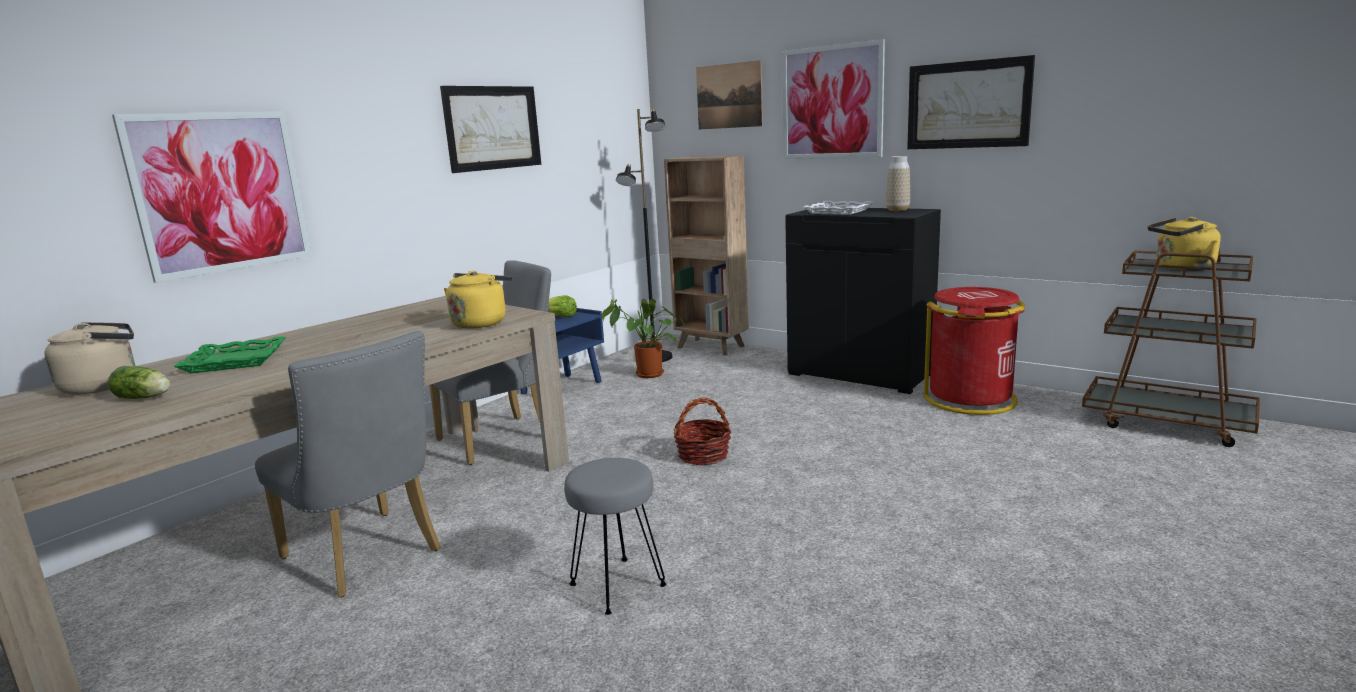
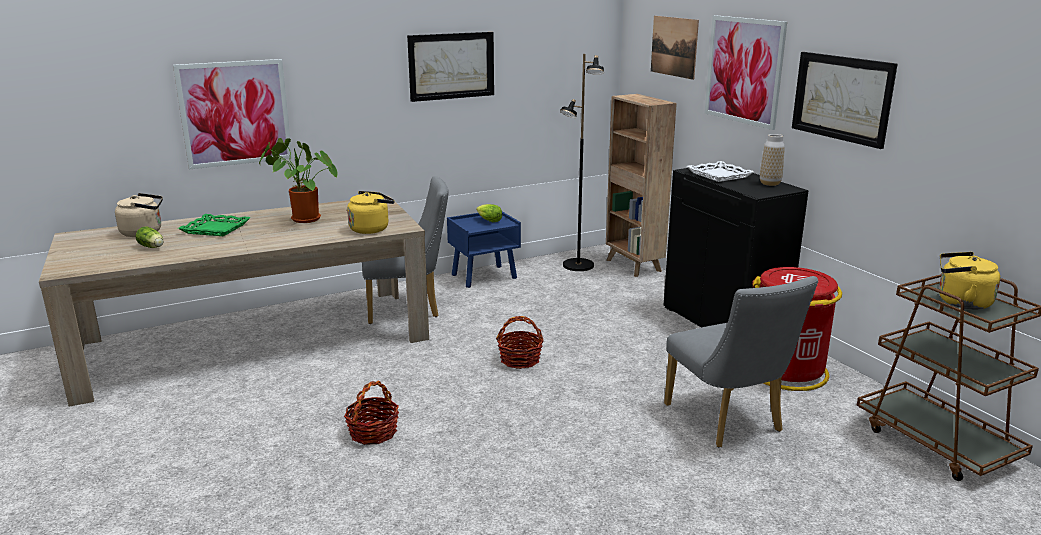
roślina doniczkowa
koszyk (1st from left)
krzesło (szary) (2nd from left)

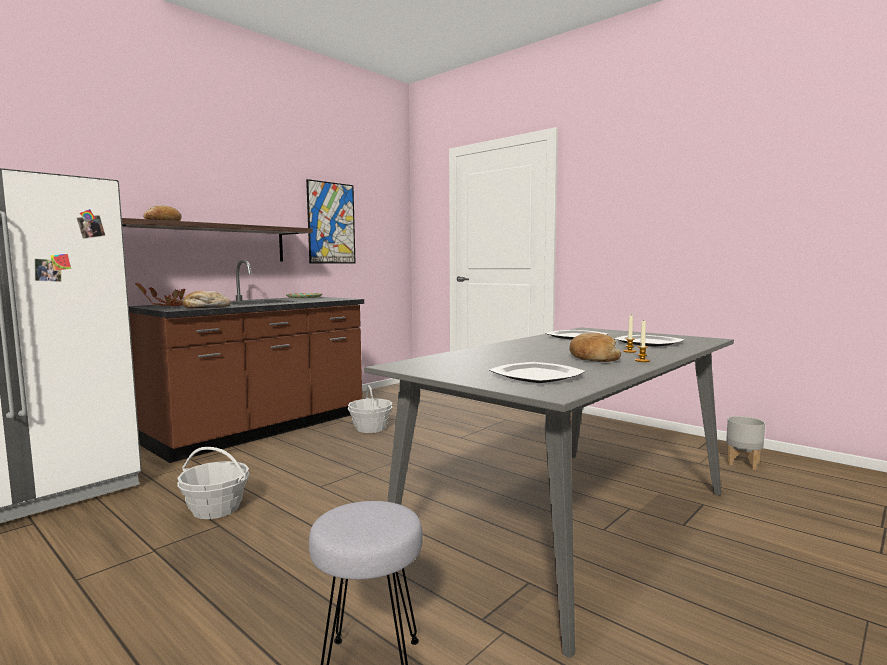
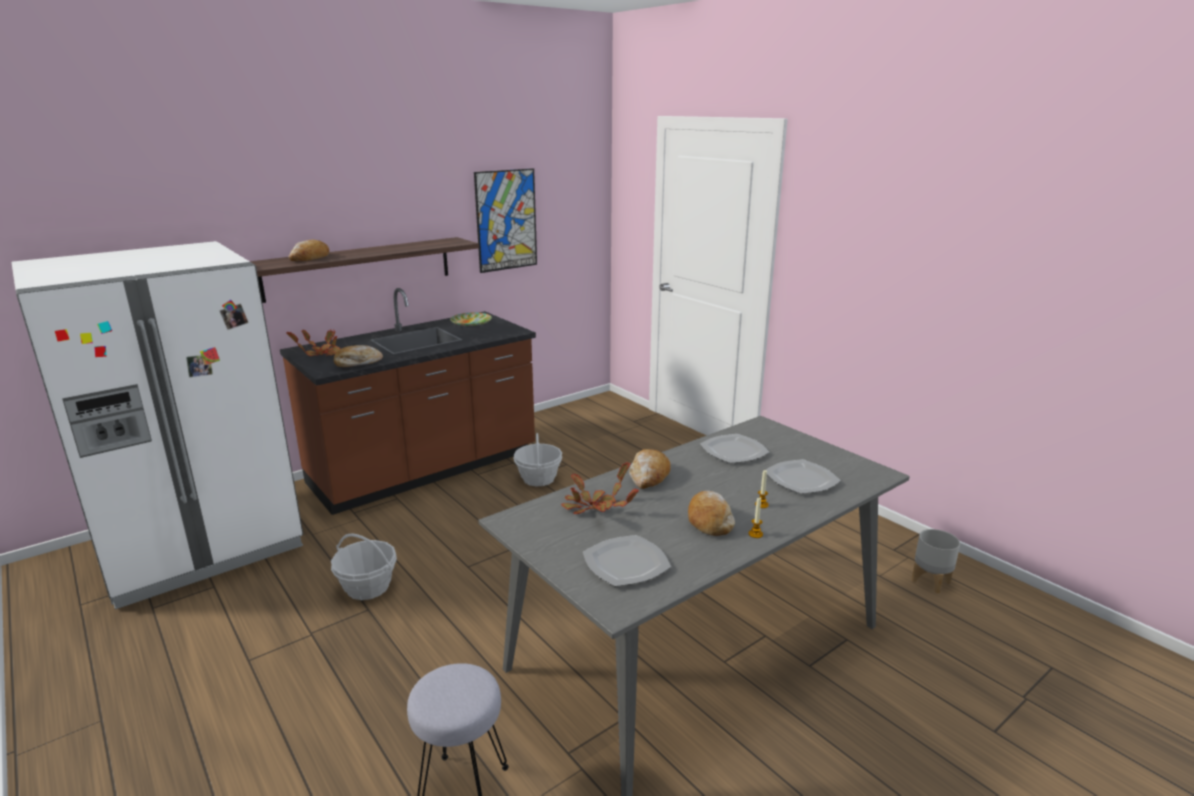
roślina doniczkowa (2nd from left)
chleb (3rd from left)

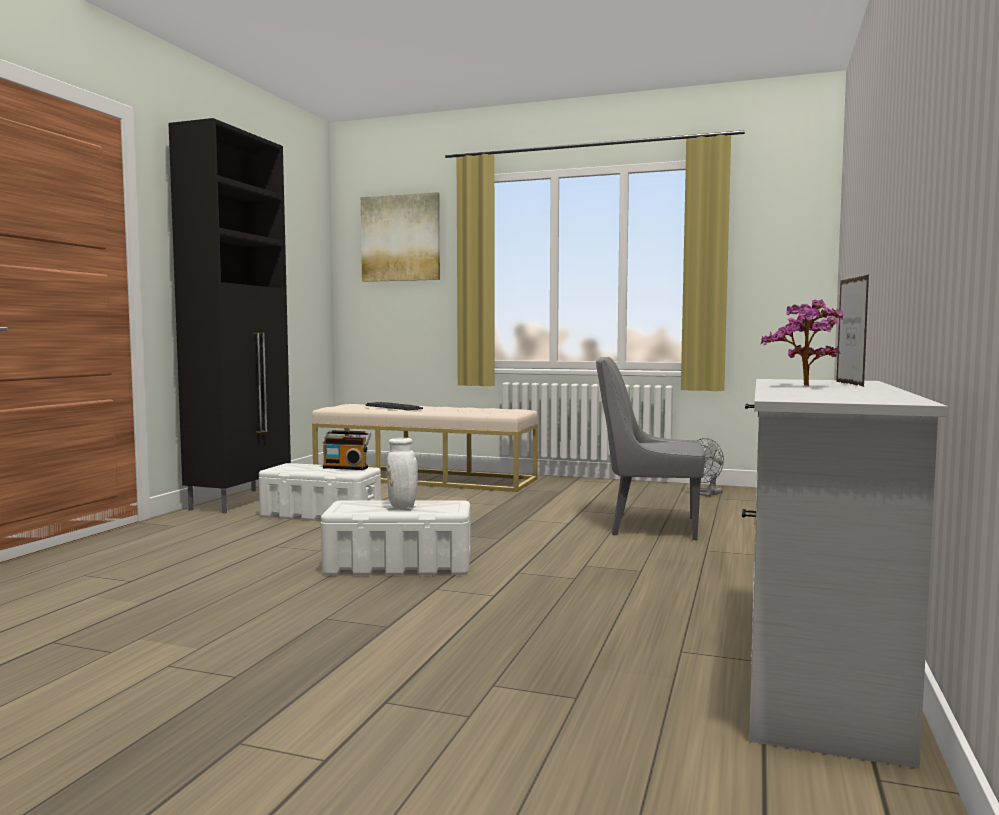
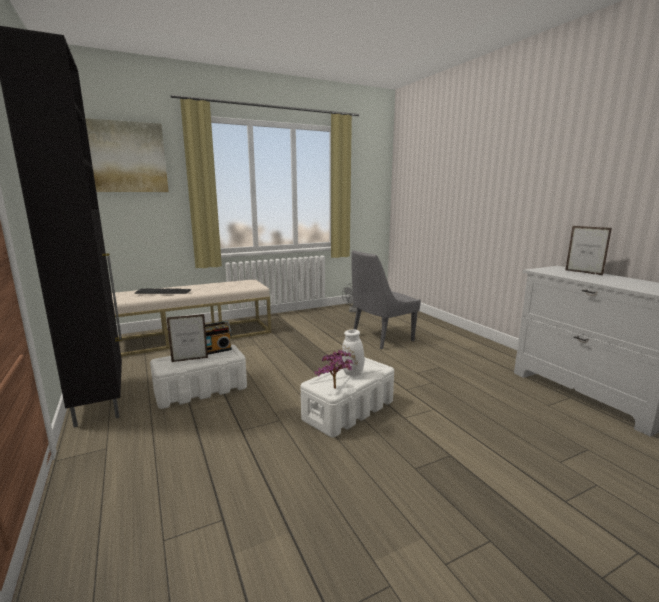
ramka na zdjęcie (1st from left)
roślina doniczkowa

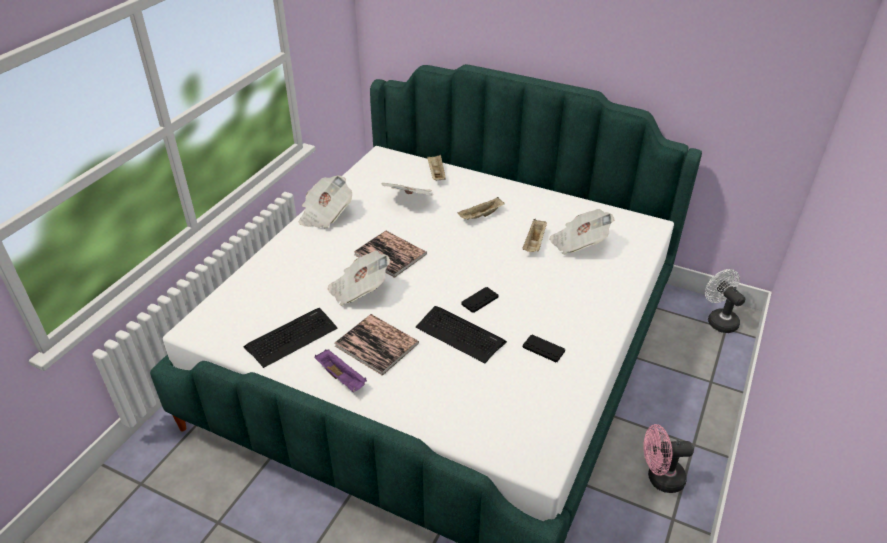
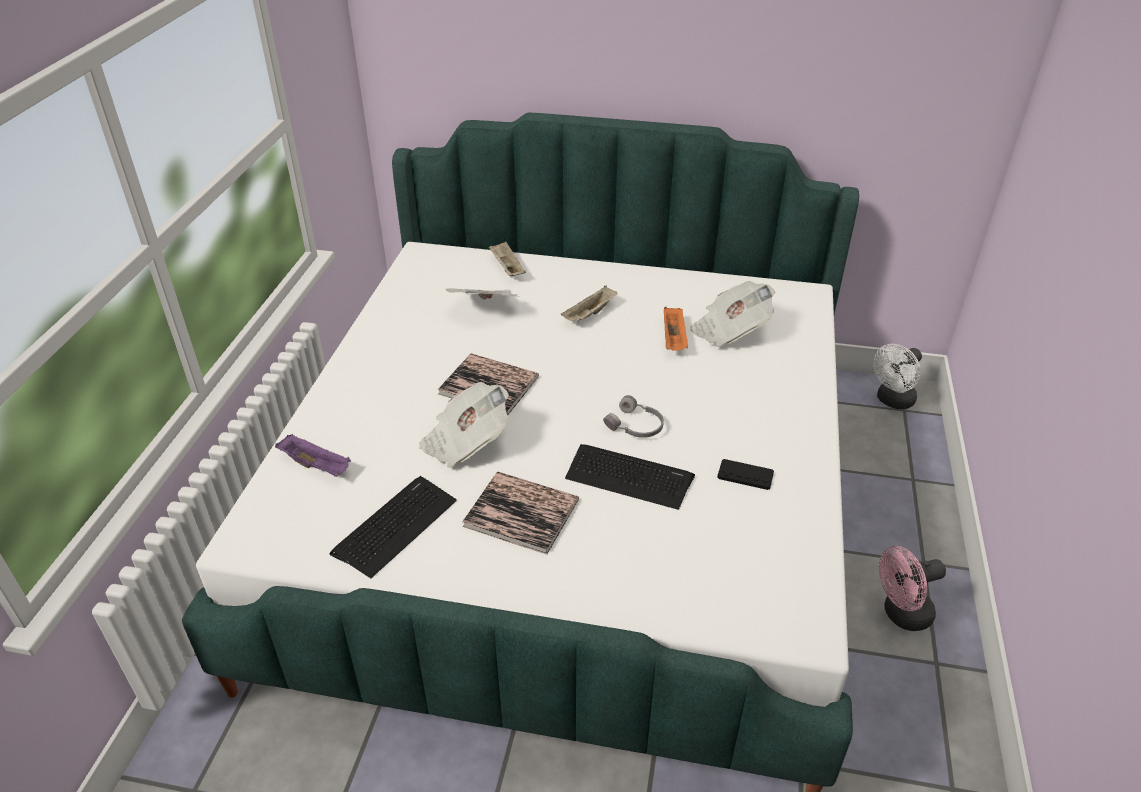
taca (fioletowy)
słuchawki (szary)
taca (pomarańczowy)
wentylator (biały)
gazeta (1st from left in the first image)

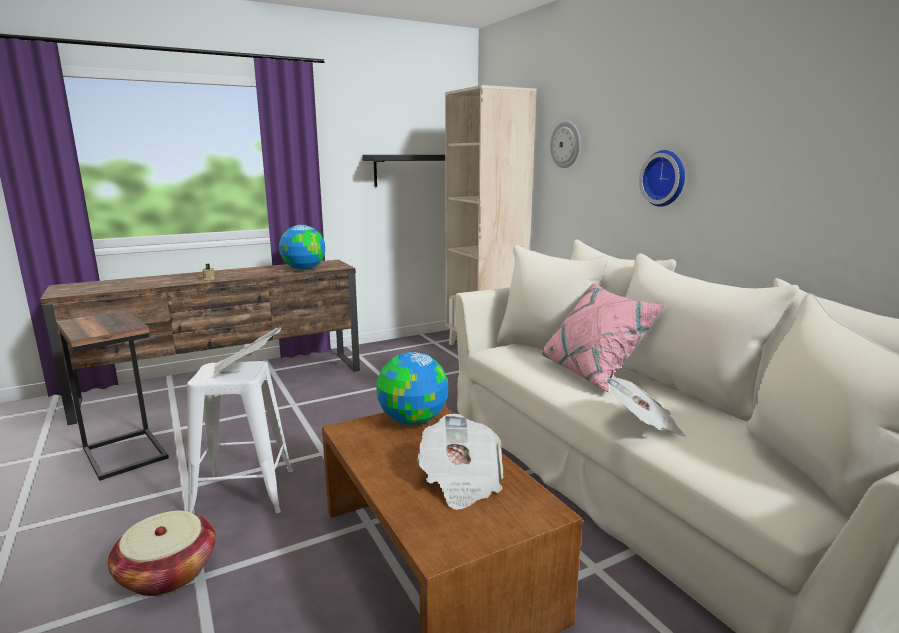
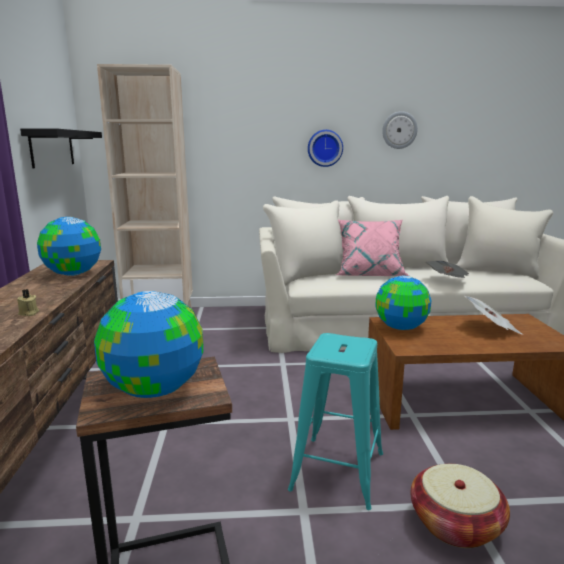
globus (2nd from left)
stołek (turkusowy)
zegar ścienny (2nd from left)
gazeta (1st from left in the first image)

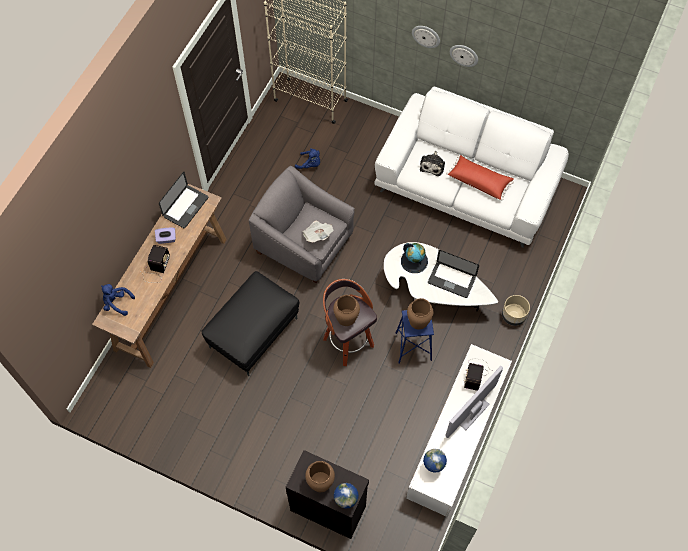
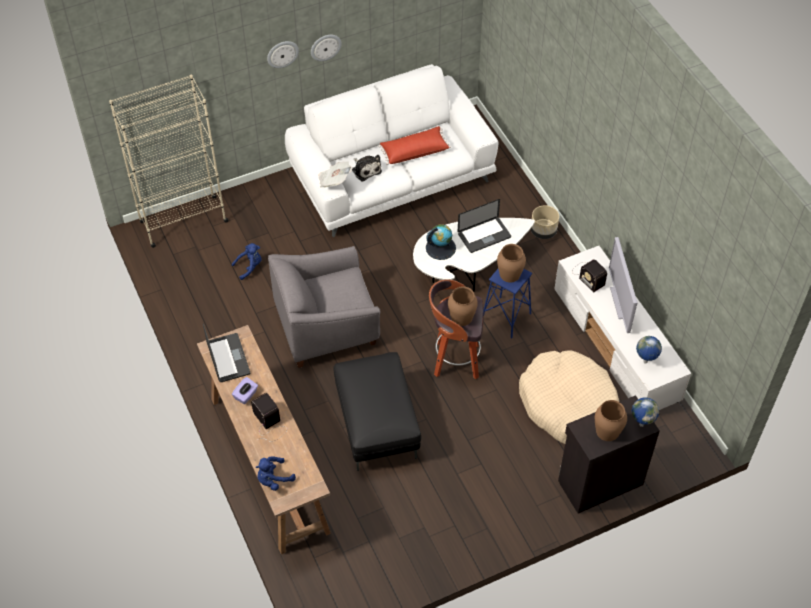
gazeta
legowisko (beżowy)

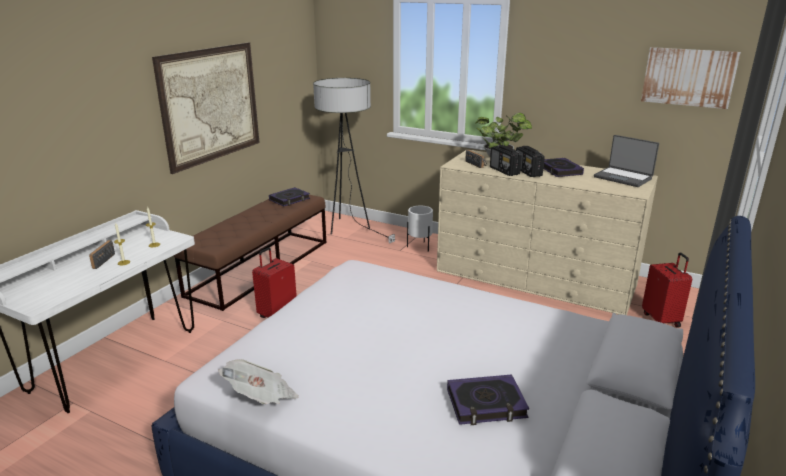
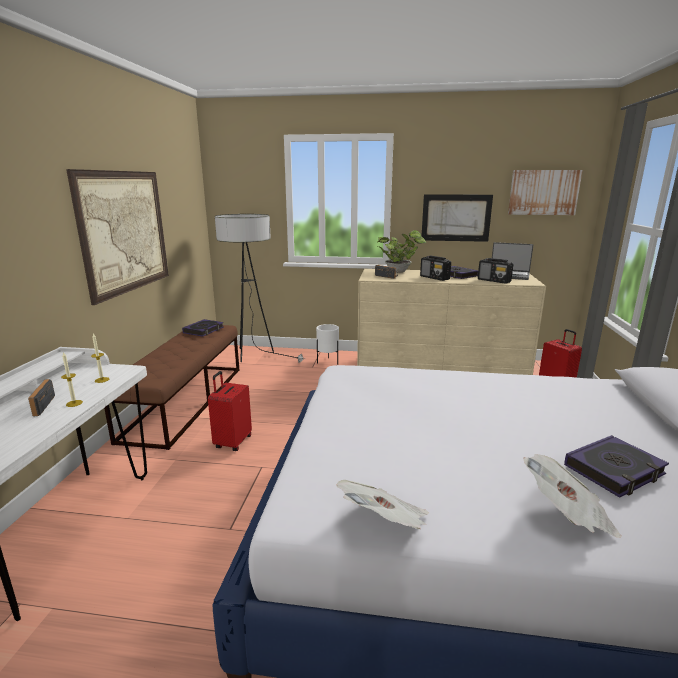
obraz (2nd from left)
radio (4th from left)
gazeta (2nd from left)

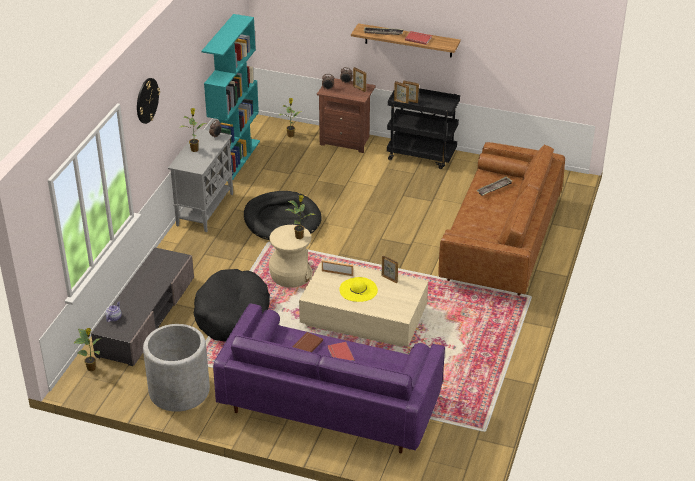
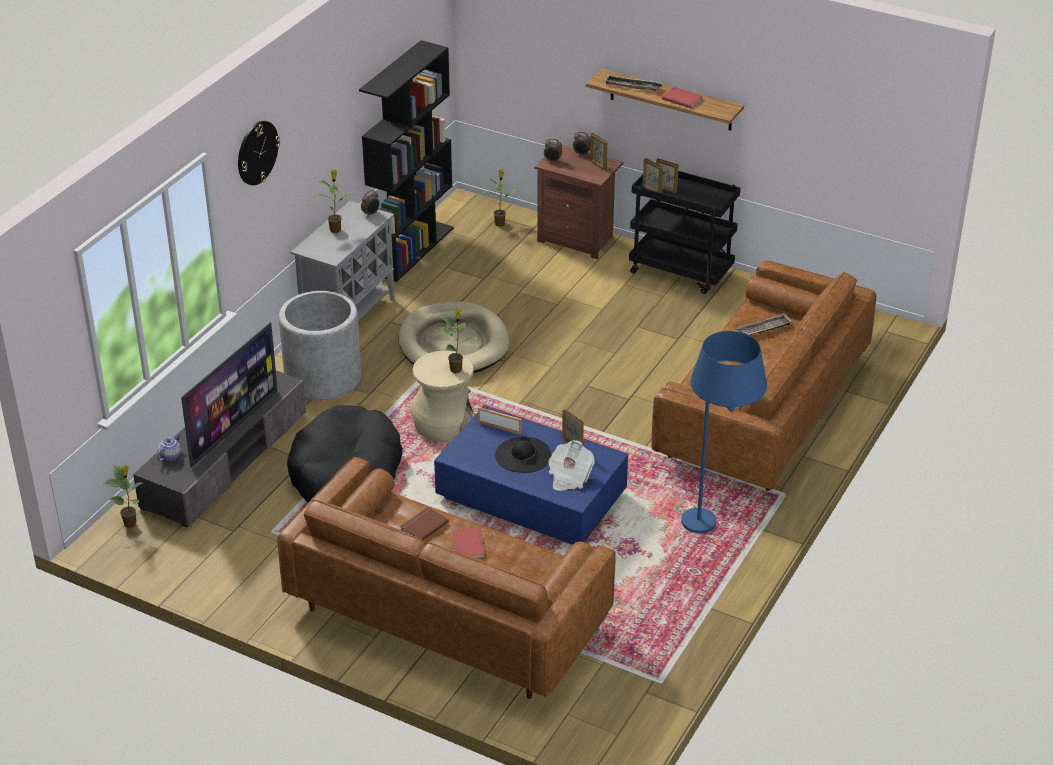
telewizor
kanapa (brązowy) (1st from left)
donica (szary)
regał (czarny)
legowisko (beżowy)
ława (niebieski)
kapelusz (czarny)
gazeta
lampa stojąca (niebieski)

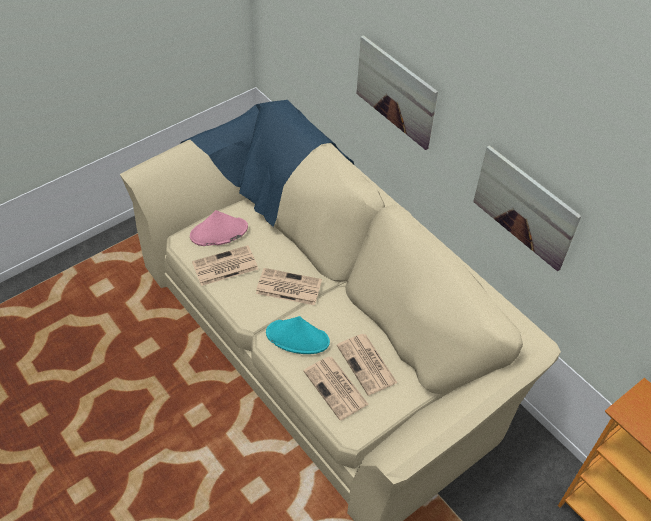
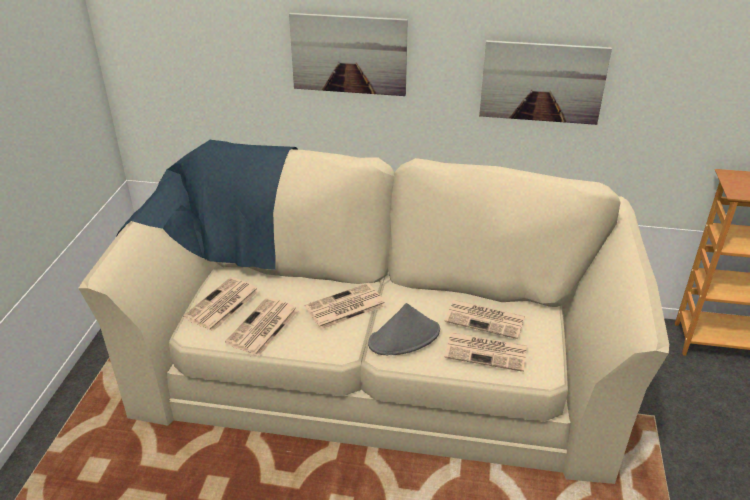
gazeta (1st from left)
kapelusz (szary)

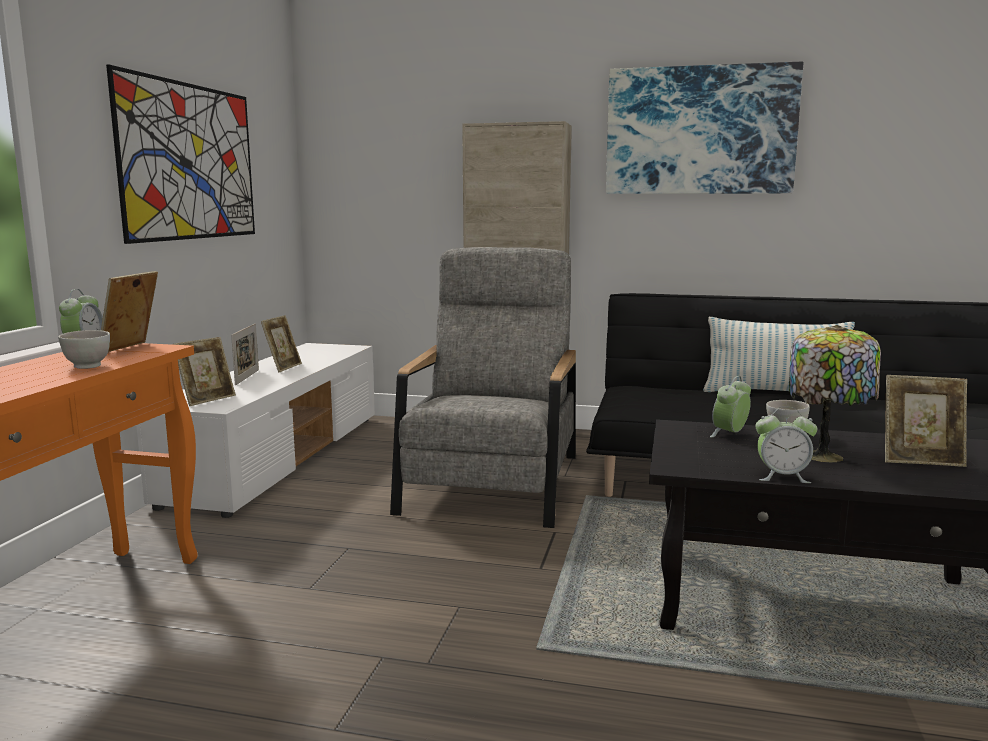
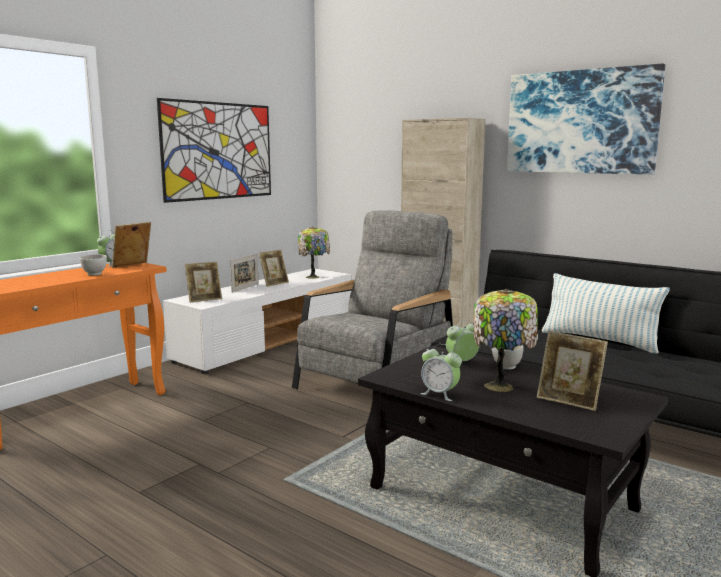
lampa stołowa (1st from left)

